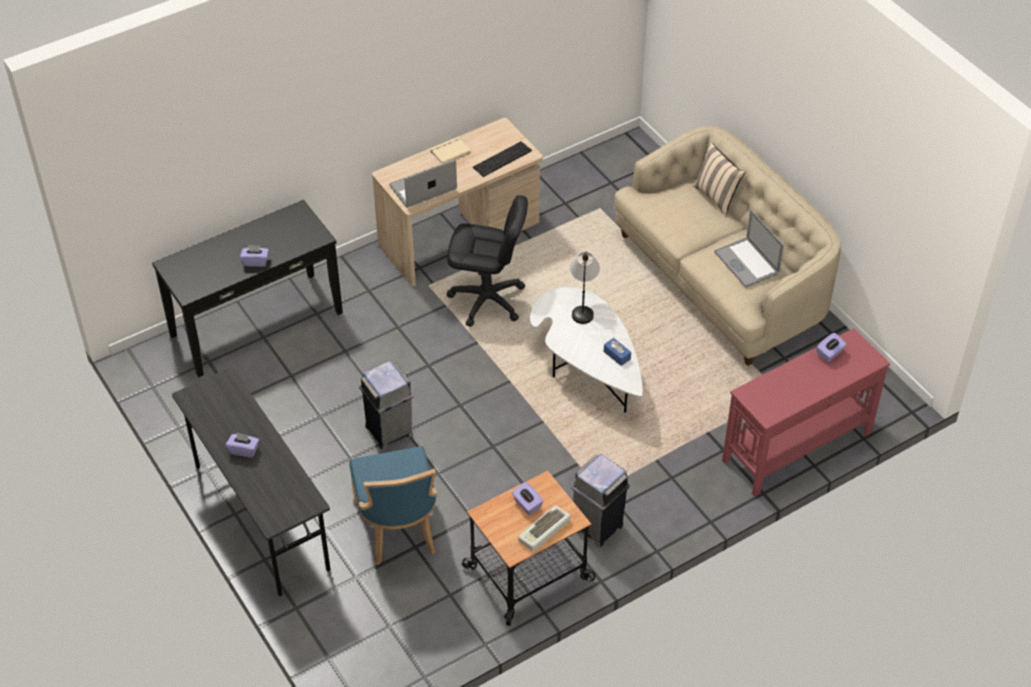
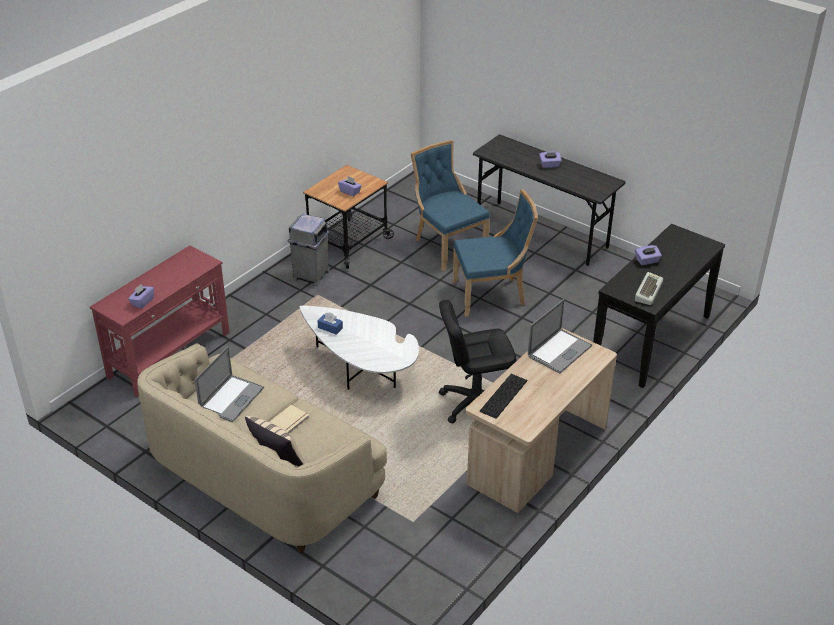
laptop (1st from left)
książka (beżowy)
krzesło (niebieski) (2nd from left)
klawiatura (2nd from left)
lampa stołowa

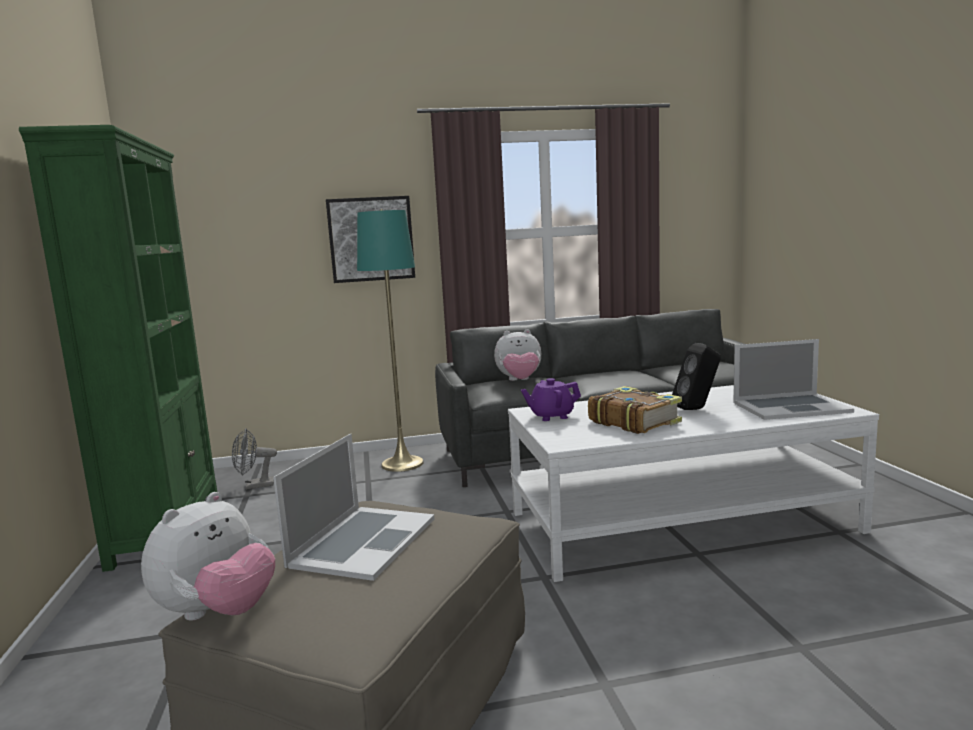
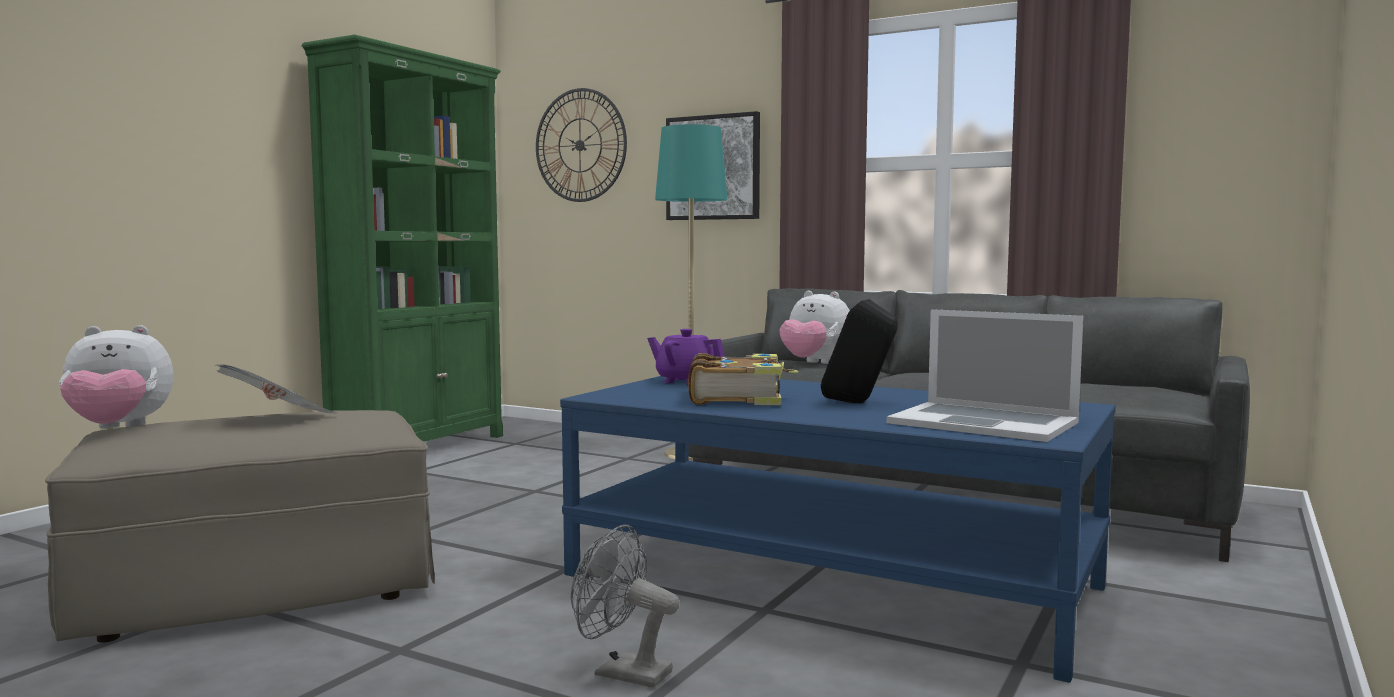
gazeta
zegar ścienny
ława (niebieski)
wentylator (szary)

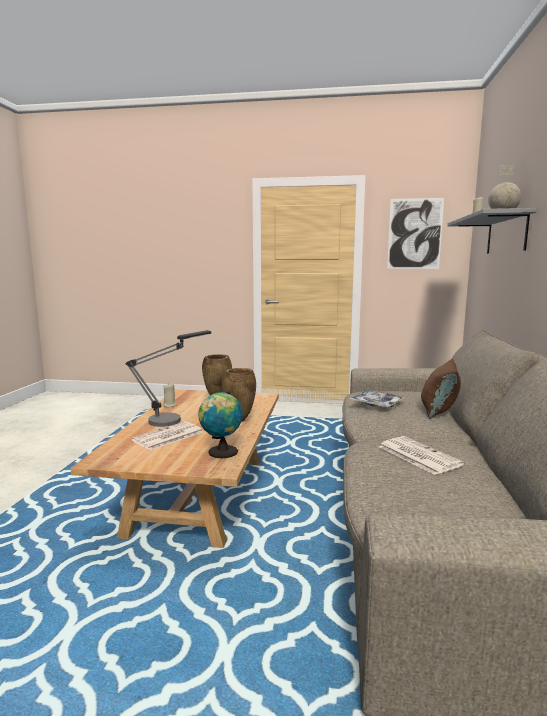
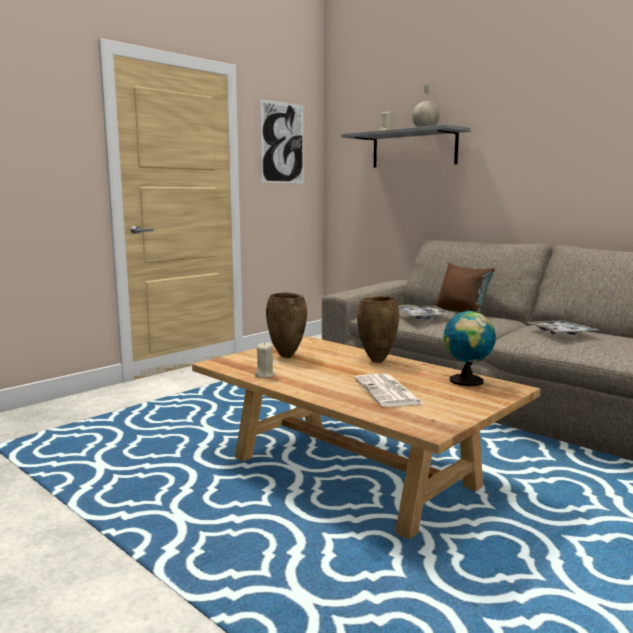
taca (2nd from left)
lampa stołowa

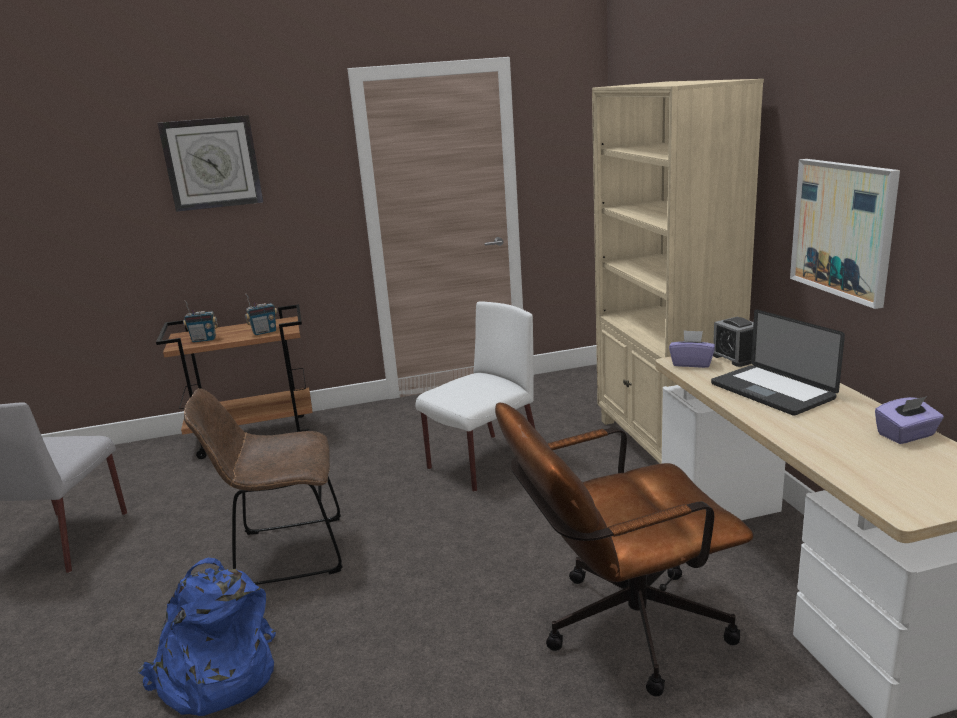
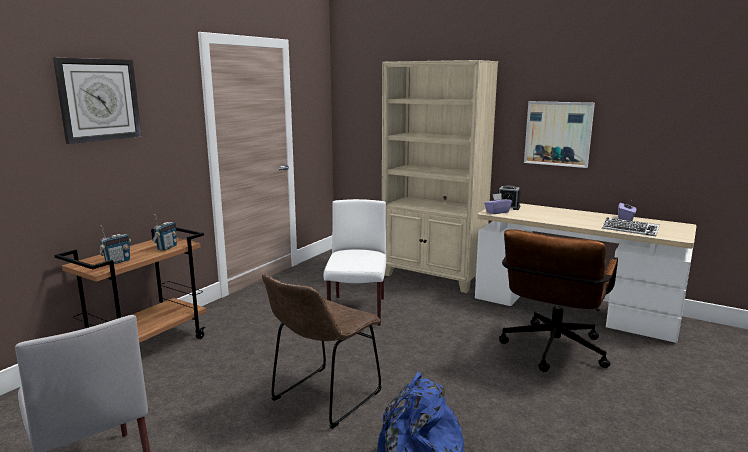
klawiatura
laptop

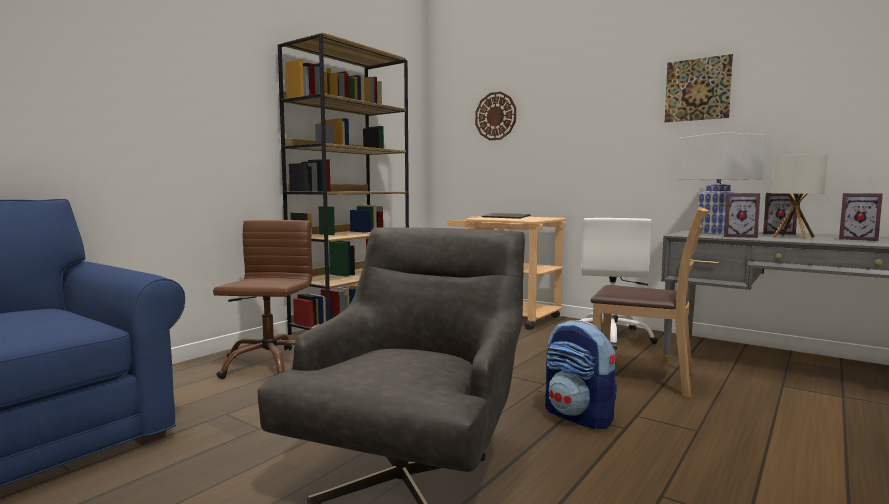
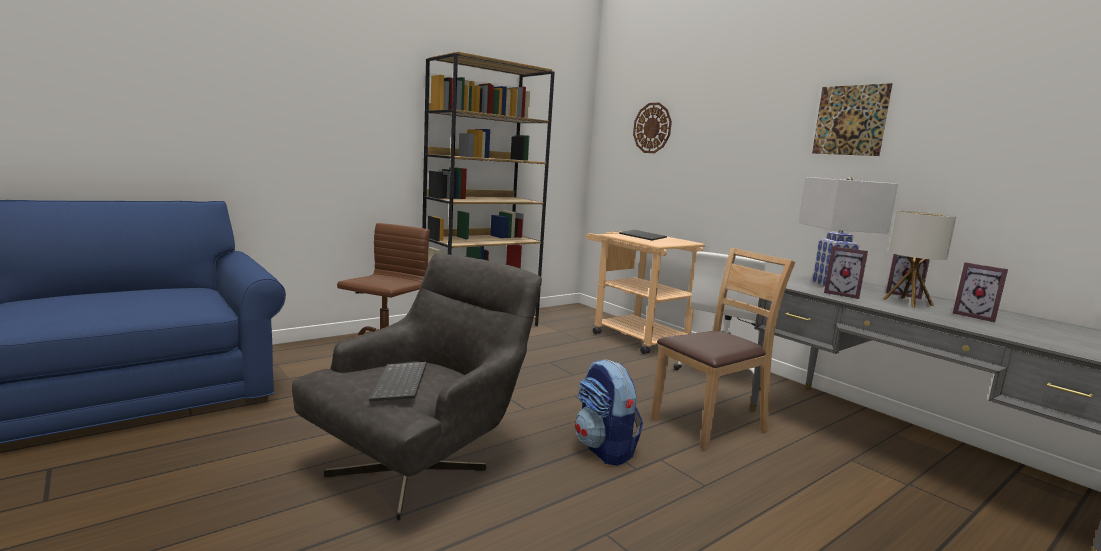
klawiatura (1st from left)
krzesło (brązowy)

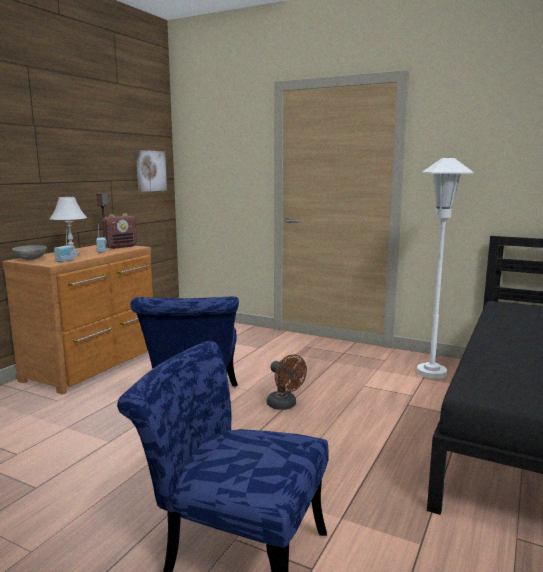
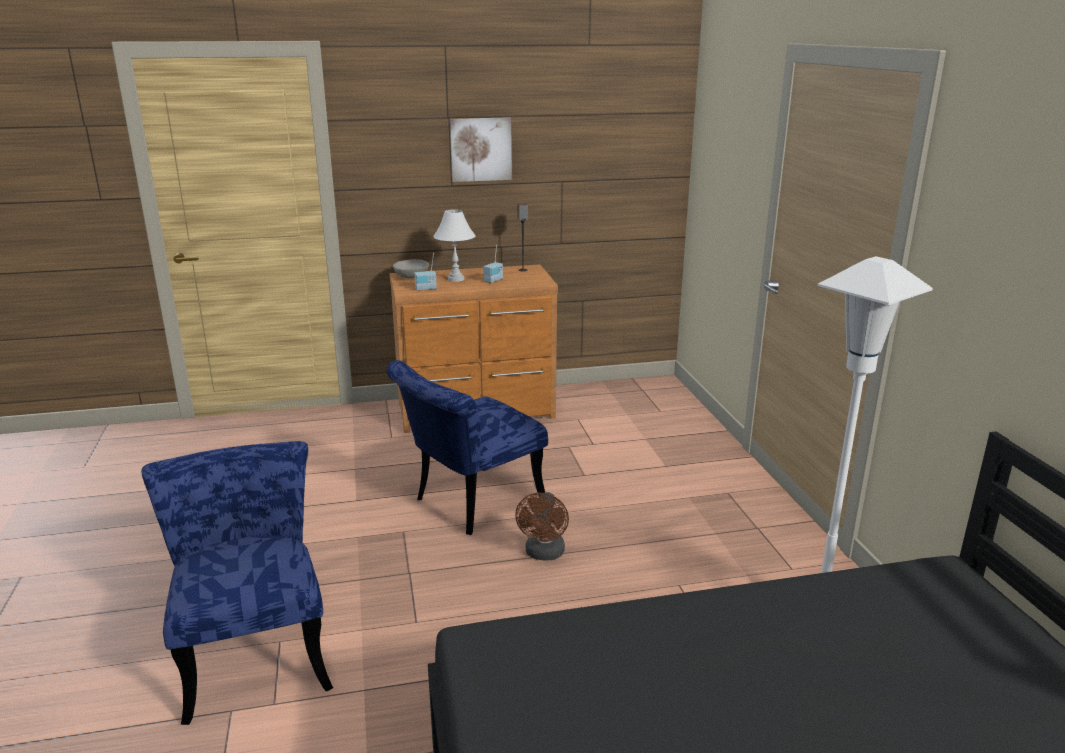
obraz
radio (3rd from left in the first image)

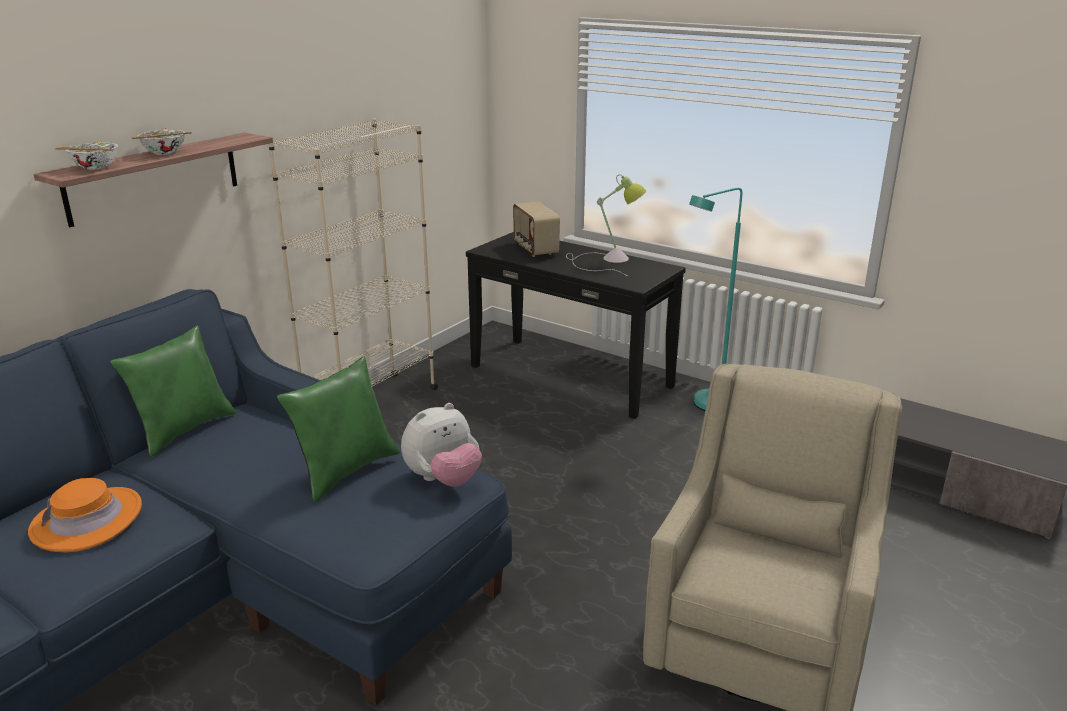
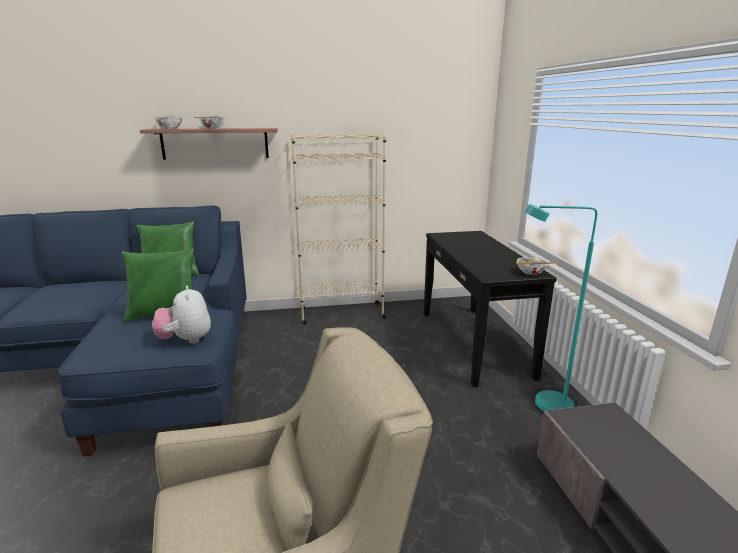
pluszak
miska (3rd from left)
kapelusz (pomarańczowy)
radio
lampa stołowa

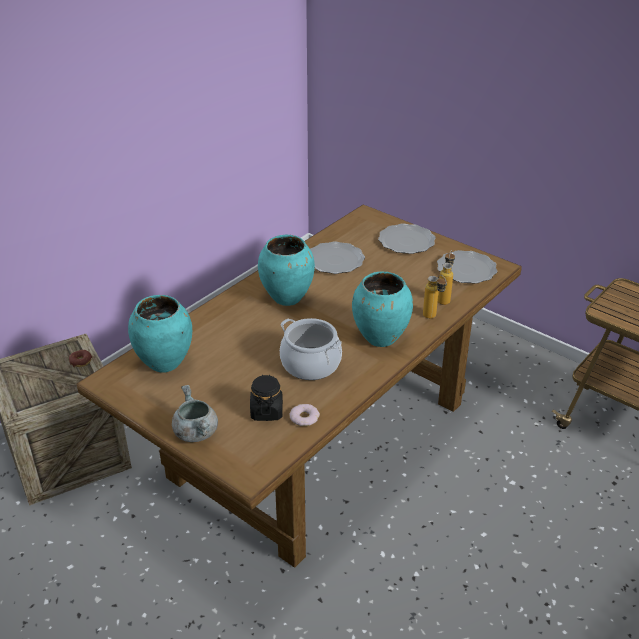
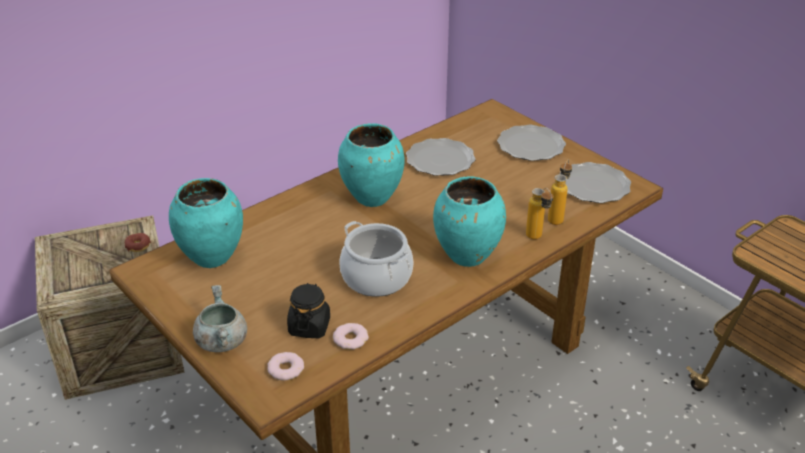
donut (2nd from left)

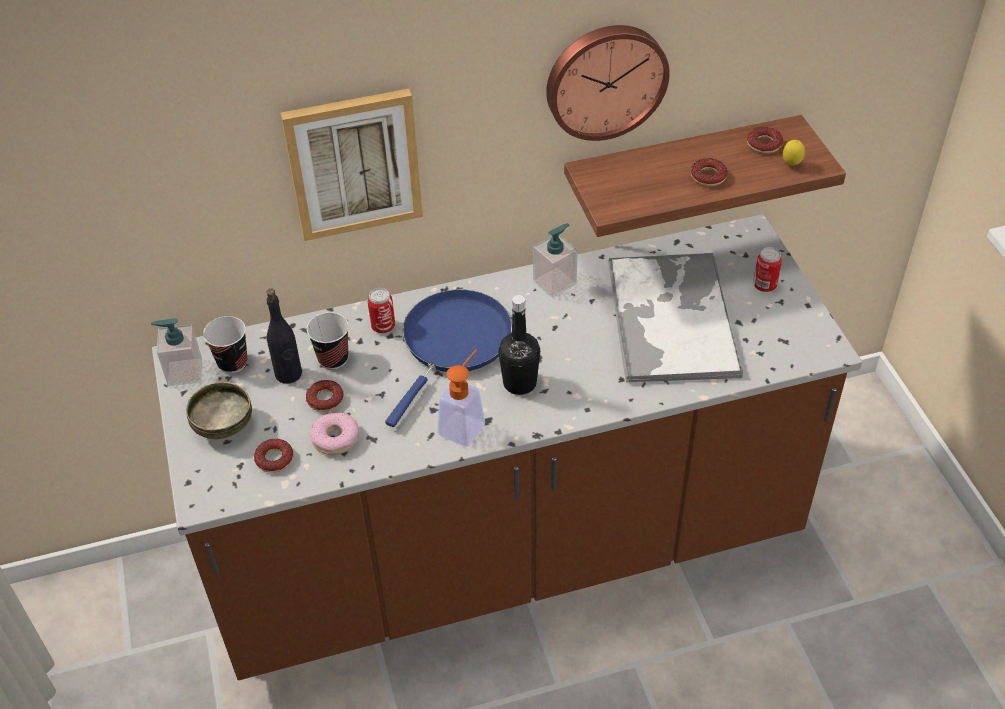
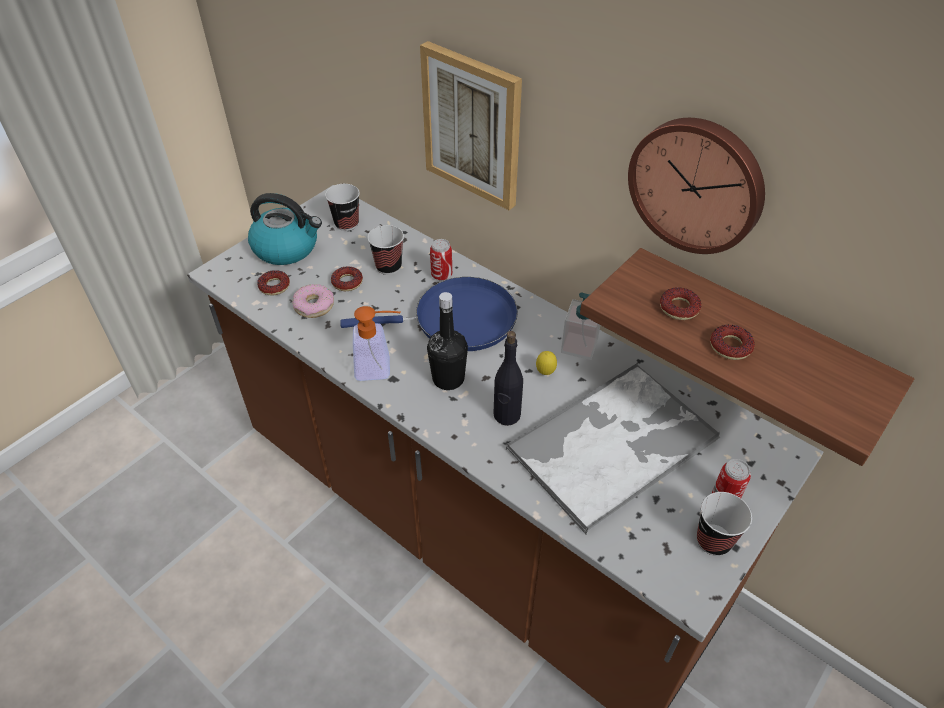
czajnik
butelka (czarny) (2nd from left)
cytryna
donut (4th from left)
filiżanka (3rd from left)
dozownik mydła (1st from left in the first image)

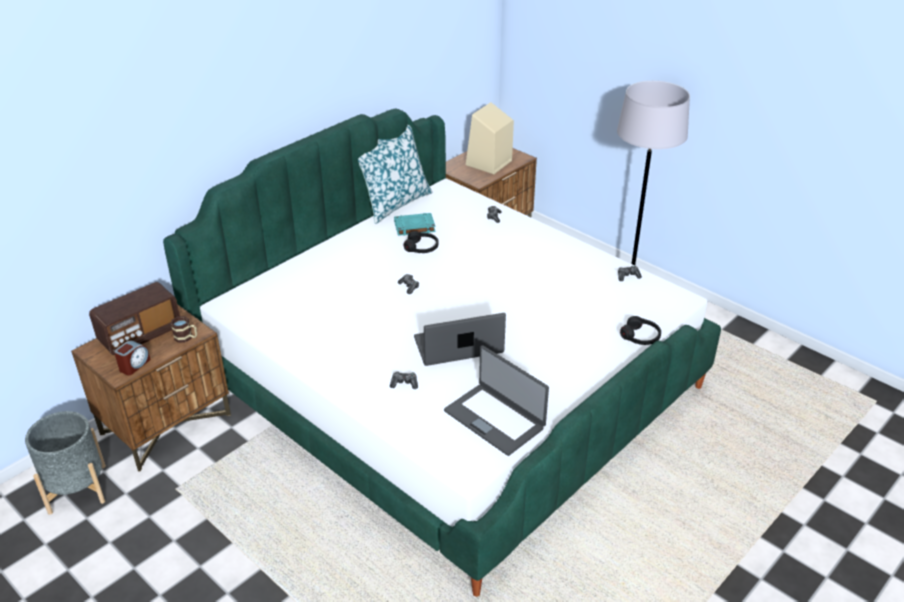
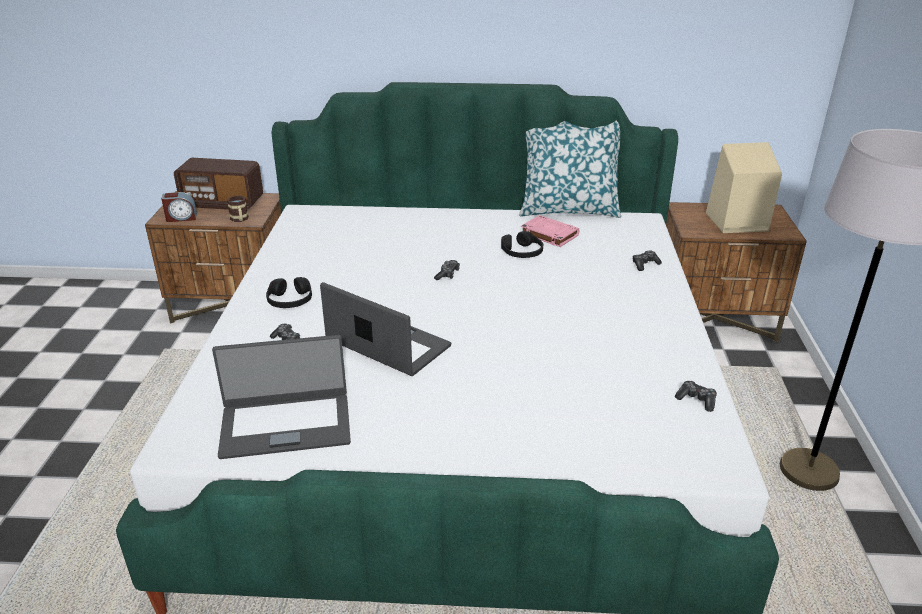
laptop (1st from left)
słuchawki (czarny) (1st from left)
książka (różowy)
donica (szary)

